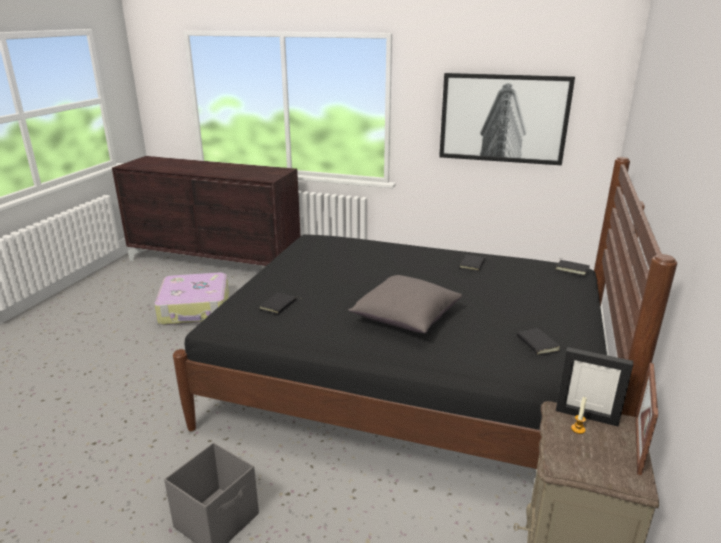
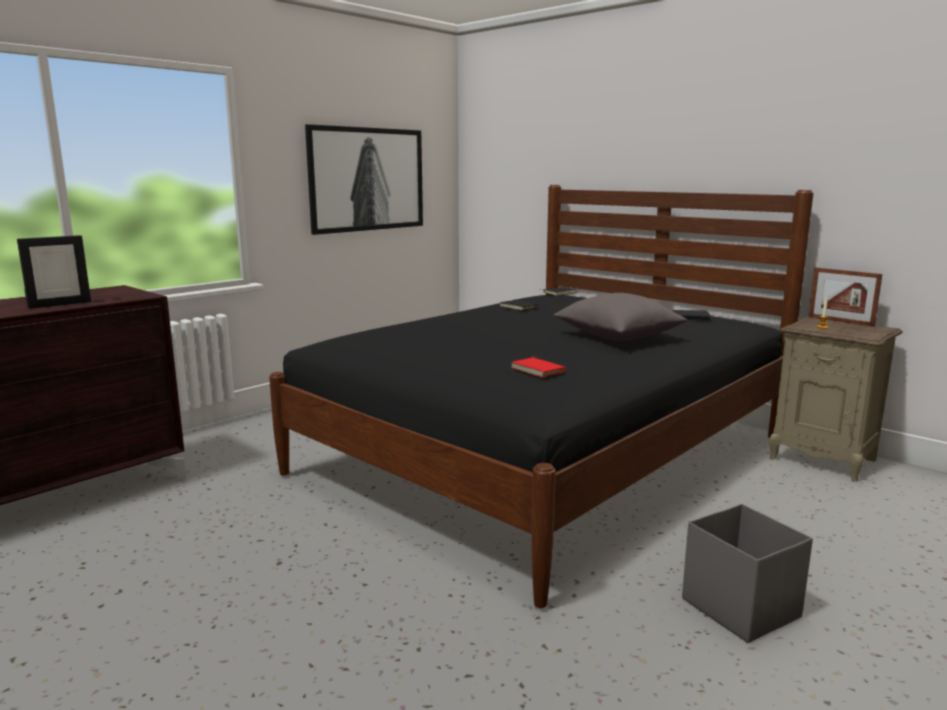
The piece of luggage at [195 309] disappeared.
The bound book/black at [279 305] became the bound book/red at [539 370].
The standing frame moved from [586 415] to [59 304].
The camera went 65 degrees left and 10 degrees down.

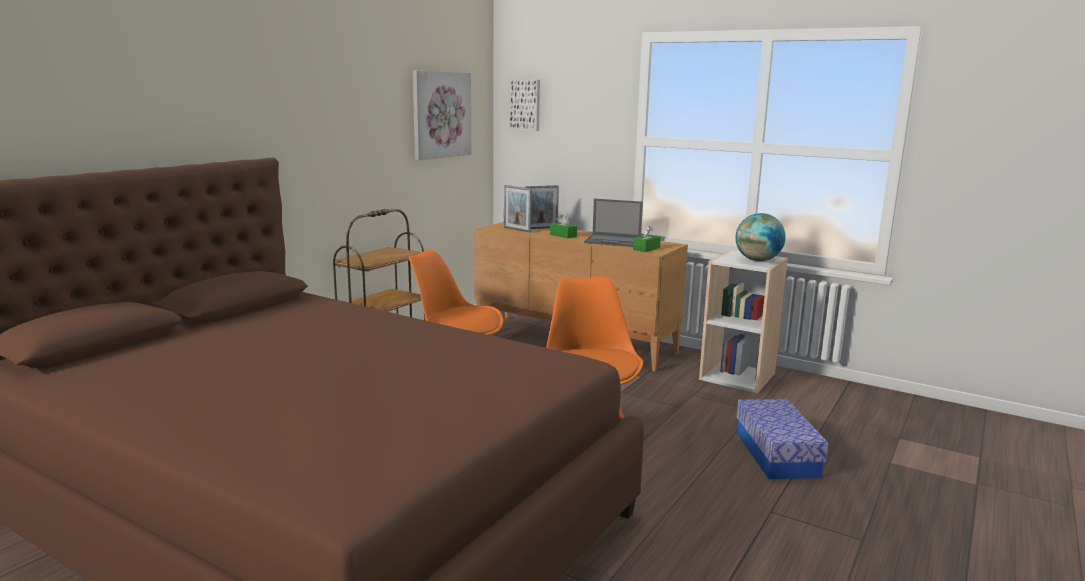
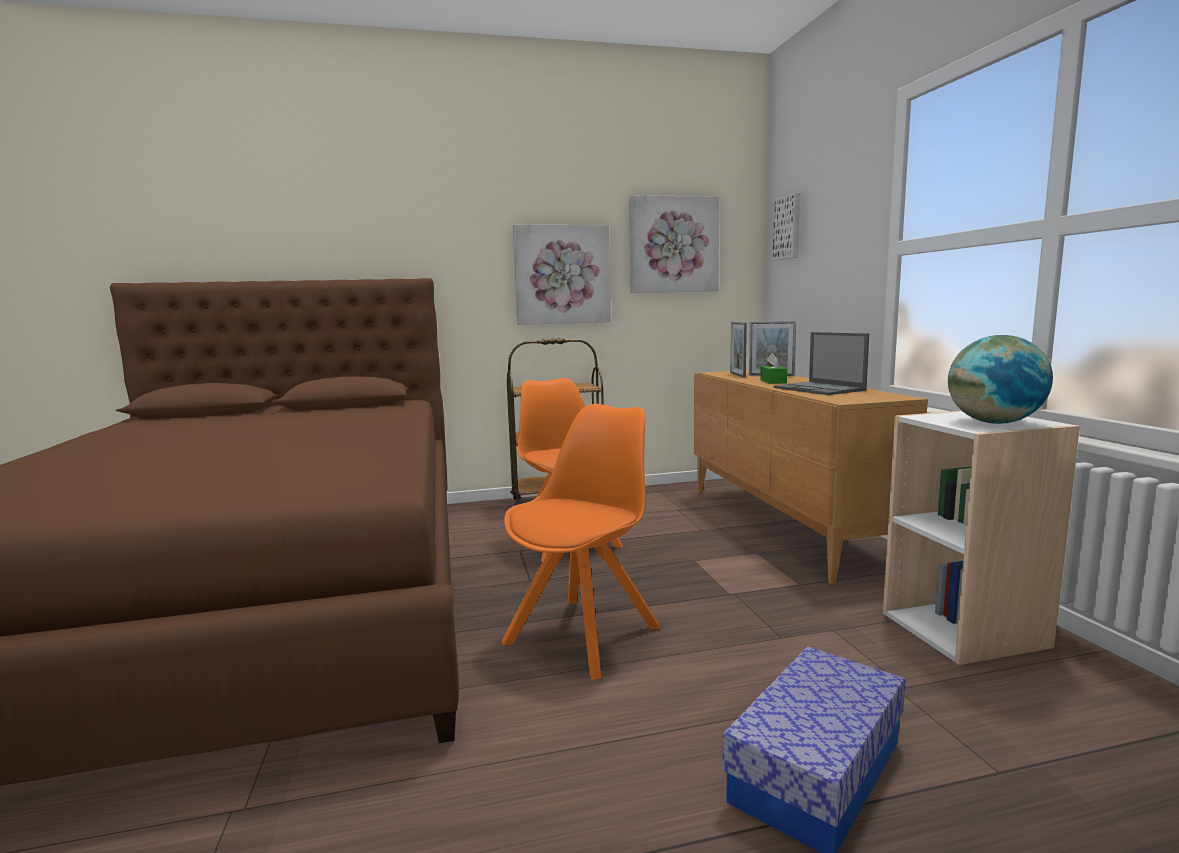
The tissue box/green at [646 249] disappeared.
The wall art at [562 275] appeared.
The camera went 45 degrees right and 5 degrees down.

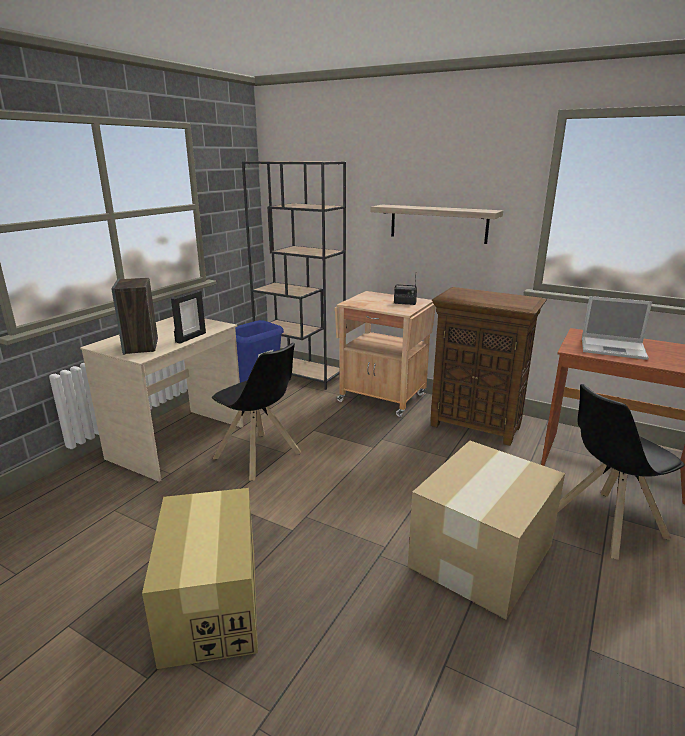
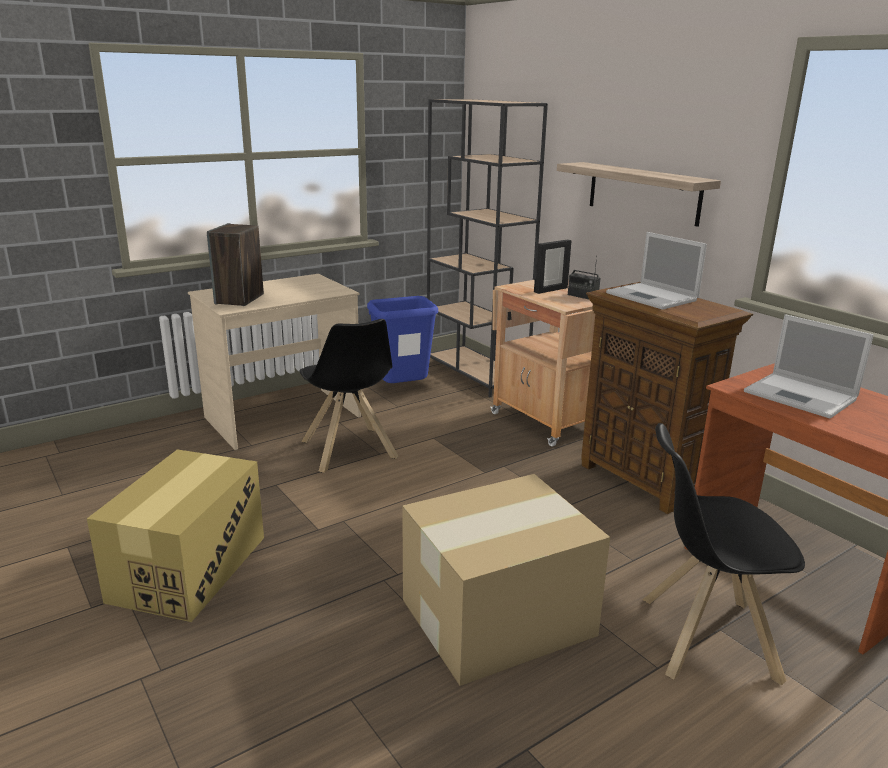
The standing frame moved from [191 337] to [550 290].
The notebook computer at [653 297] appeared.
The camera went 25 degrees right and 0 degrees up.

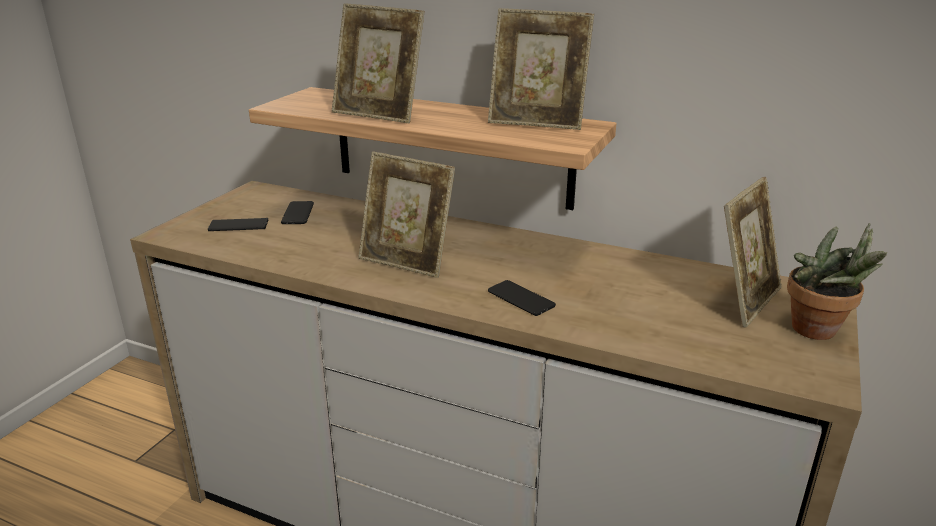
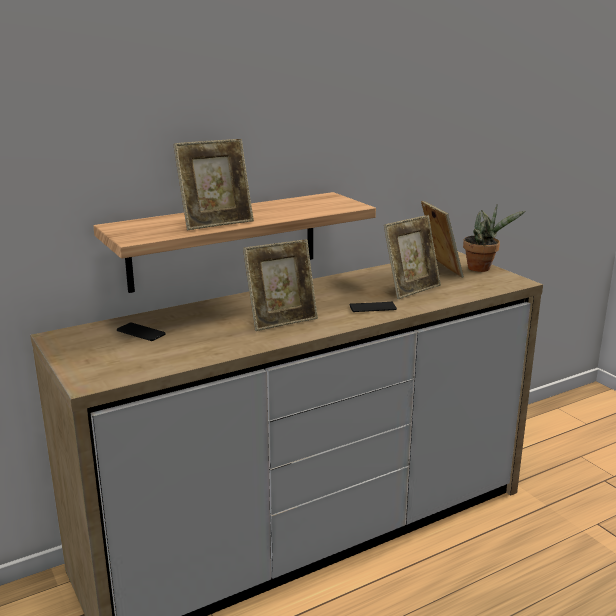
The phone at [238 225] disappeared.
The standing frame moved from [537 122] to [411 289].
The camera went 55 degrees left and 5 degrees down.

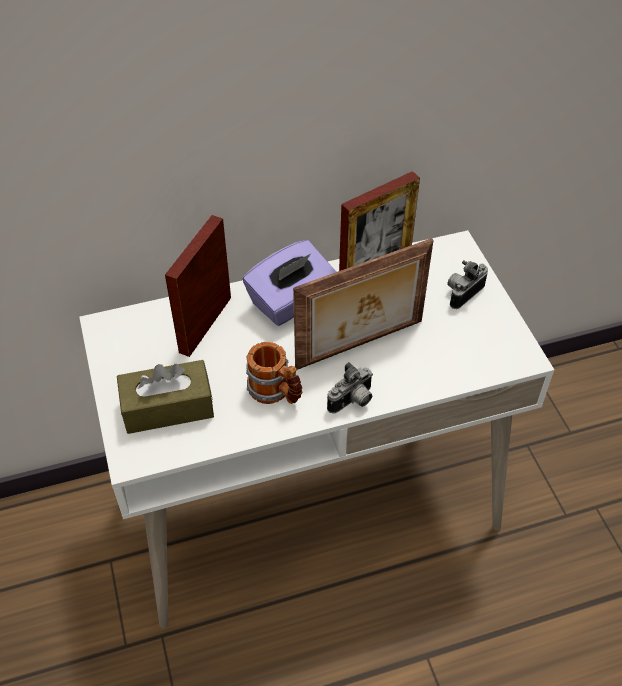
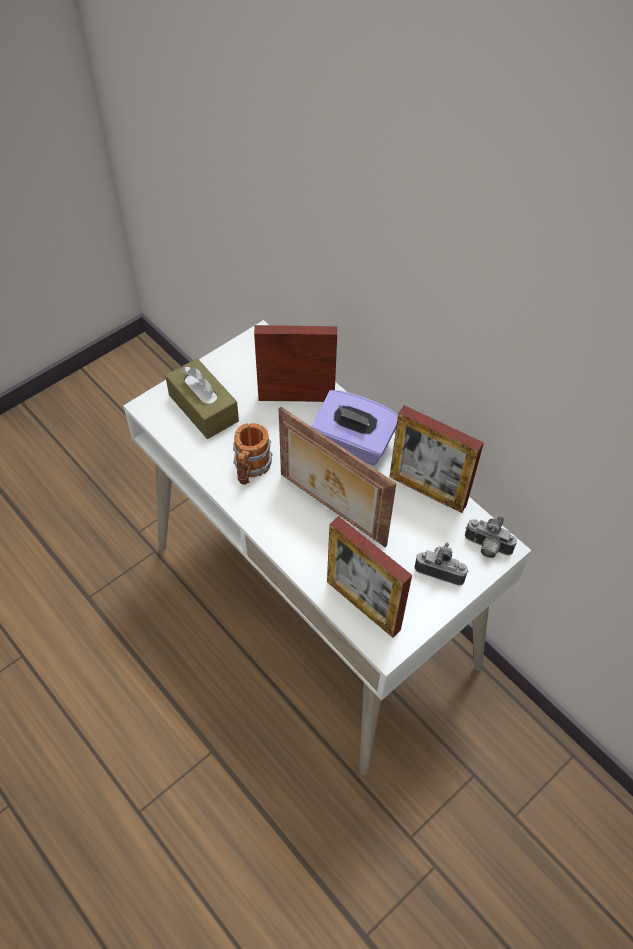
The photo camera moved from [353 402] to [486 548].
The standing frame at [363 605] appeared.
The camera went 65 degrees right and 5 degrees up.

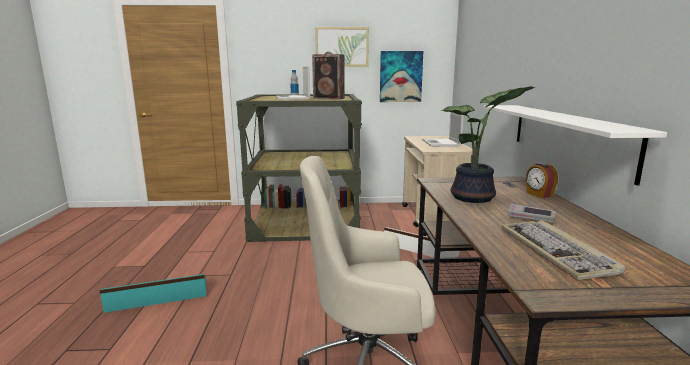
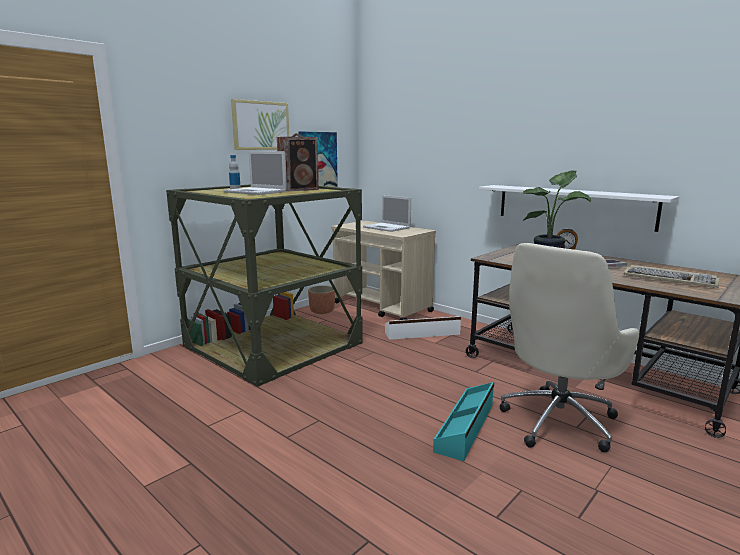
The storage box/turquoise-coloured moved from [157 298] to [466 427].
The planter at [322 311] appeared.
The camera went 45 degrees left and 0 degrees up.

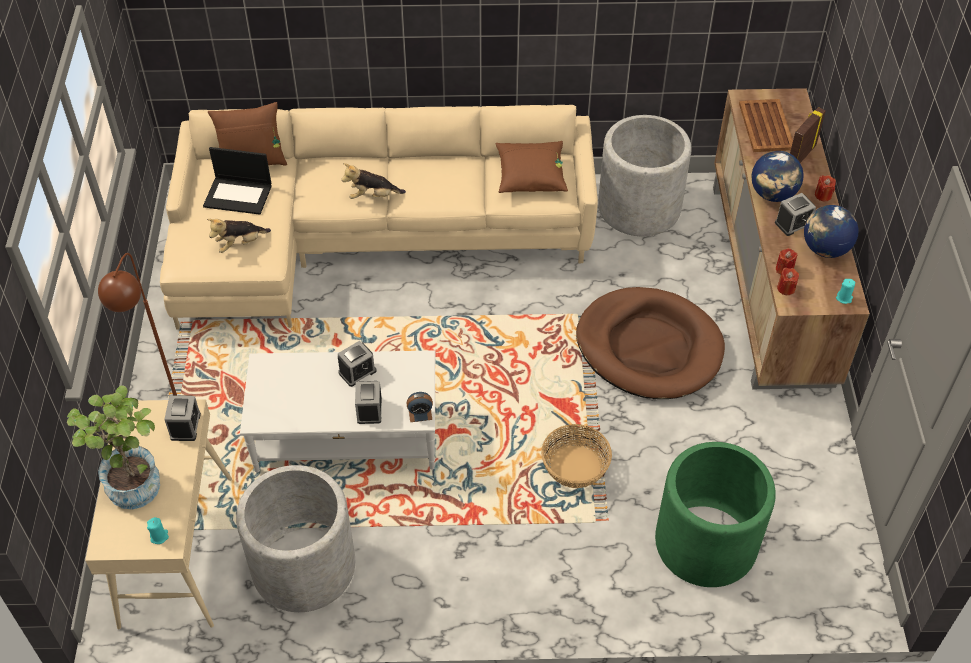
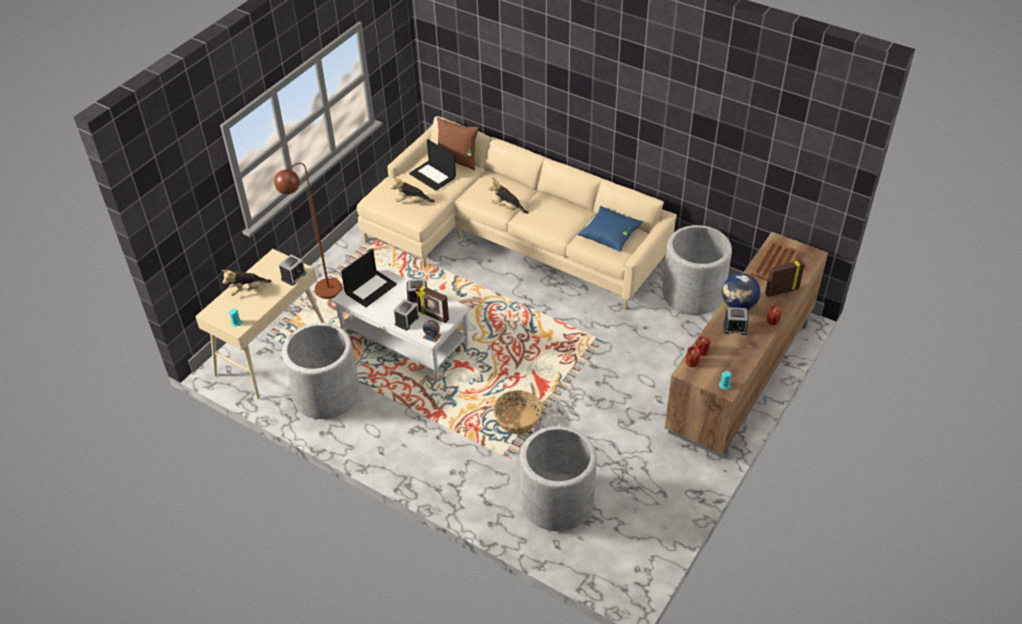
The plant in a pot at [133 480] was replaced by the plush toy at [247 290].
The cushion/brown-coloured at [530 176] became the cushion/bluish at [609 235].
The pet bed/brown-coloured at [649 347] disappeared.
The planter/green at [705 542] became the planter/greyish at [557 501].
The world globe at [825 249] disappeared.
The notebook computer at [370 288] appeared.
The standing frame at [433 316] appeared.
The camera went 35 degrees right and 5 degrees down.

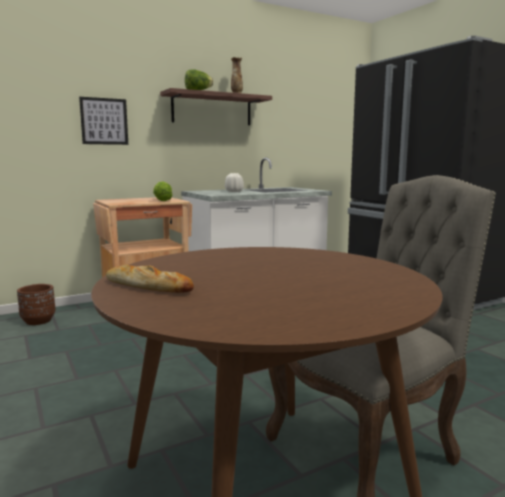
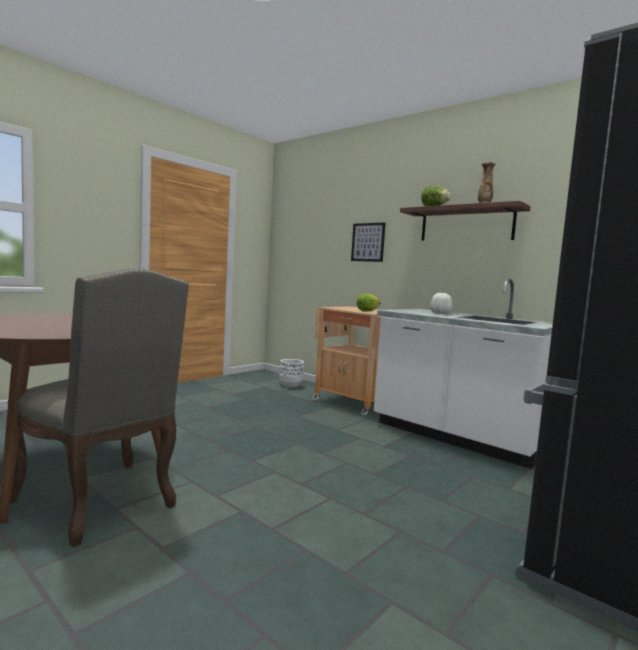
The planter/brown-coloured at [38 321] became the planter/whitish at [291 385].
The baked bread at [148 286] disappeared.
The camera went 70 degrees right and 5 degrees down.

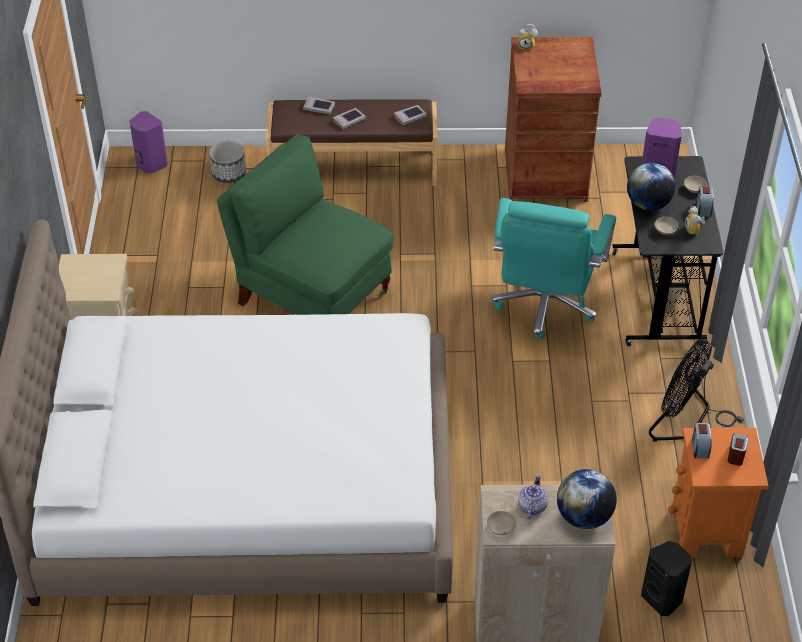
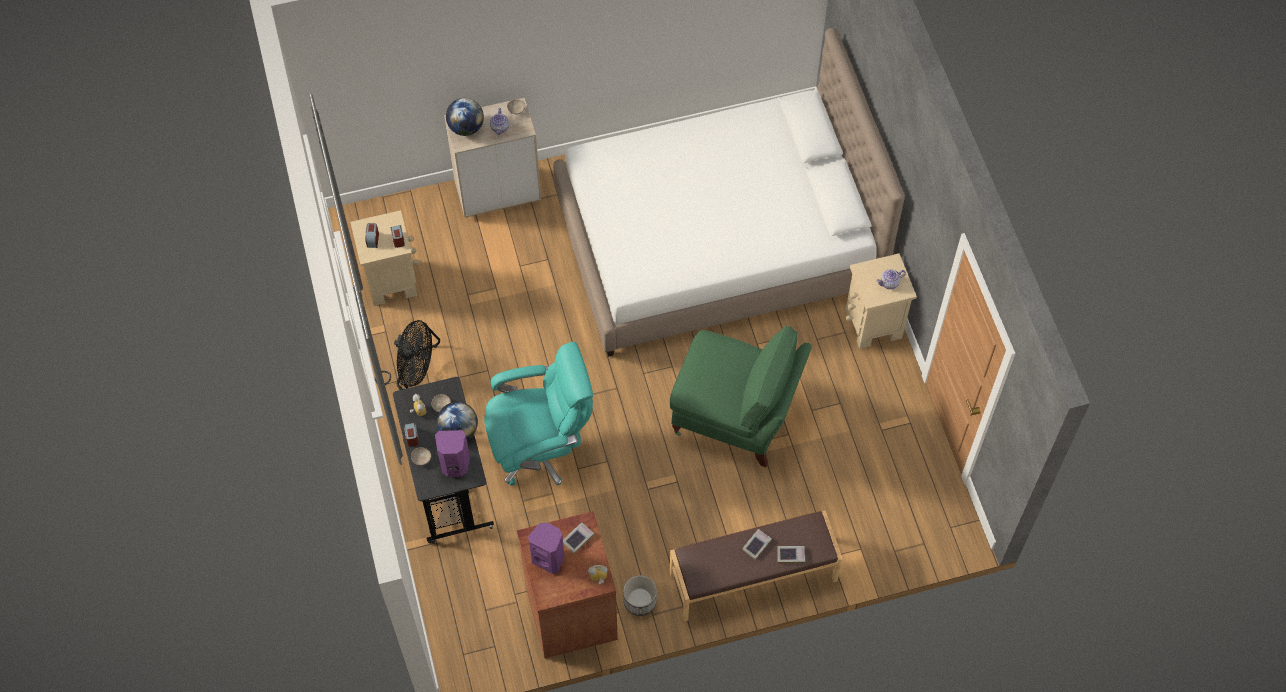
The speaker/purple moved from [150 164] to [549 558].
The planter moved from [229 173] to [639 600].
The bound book moved from [410 117] to [578 538].
The computer chair/turquoise-coloured at [544 309] turned 75 degrees clockwise.
The speaker/black at [662 598] disappeared.
The bedside table/orange at [705 532] became the bedside table/sand-coloured at [392 281].
The teapot at [889 283] appeared.
The camera went 165 degrees right and 15 degrees up.

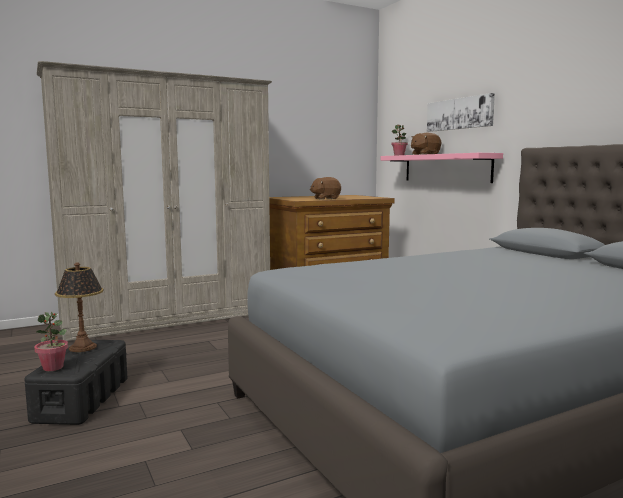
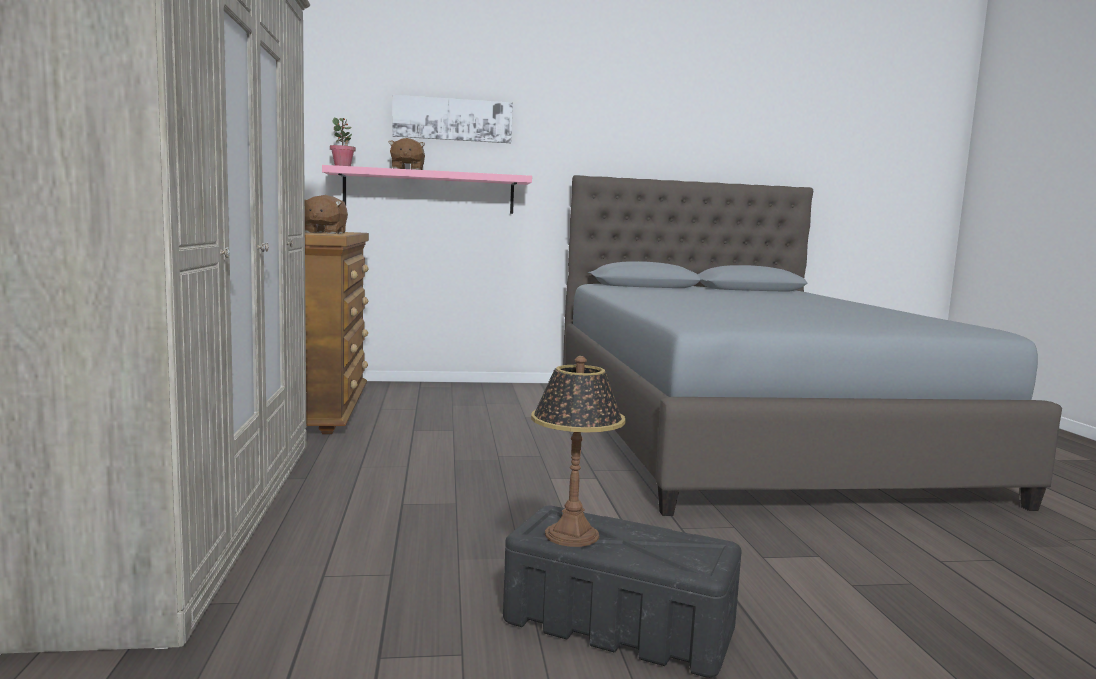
The plant in a pot at [53 367] disappeared.
The camera went 70 degrees left and 0 degrees up.

